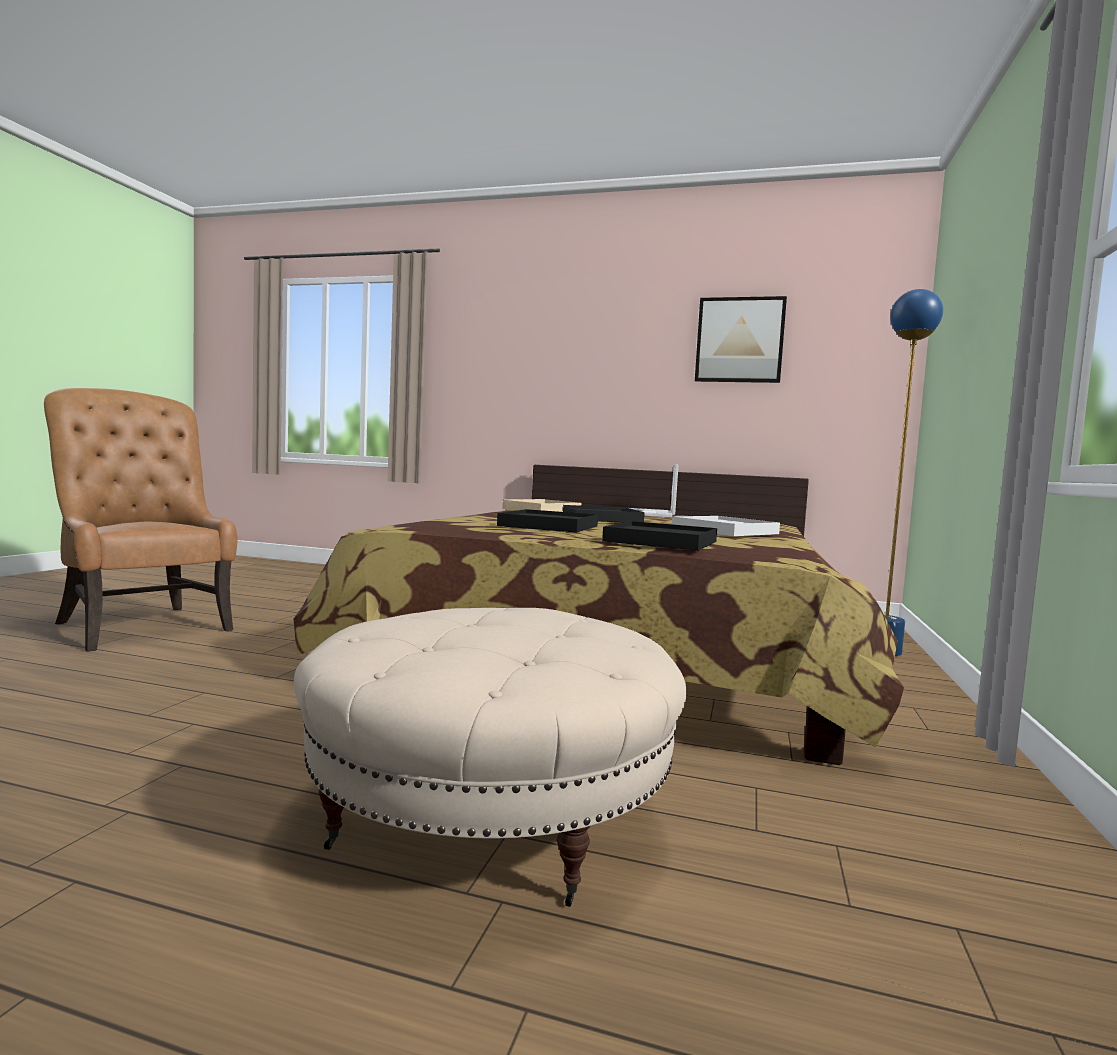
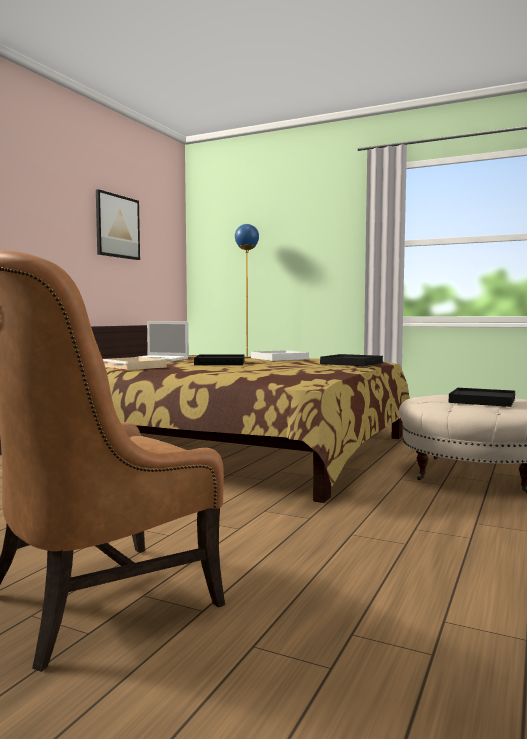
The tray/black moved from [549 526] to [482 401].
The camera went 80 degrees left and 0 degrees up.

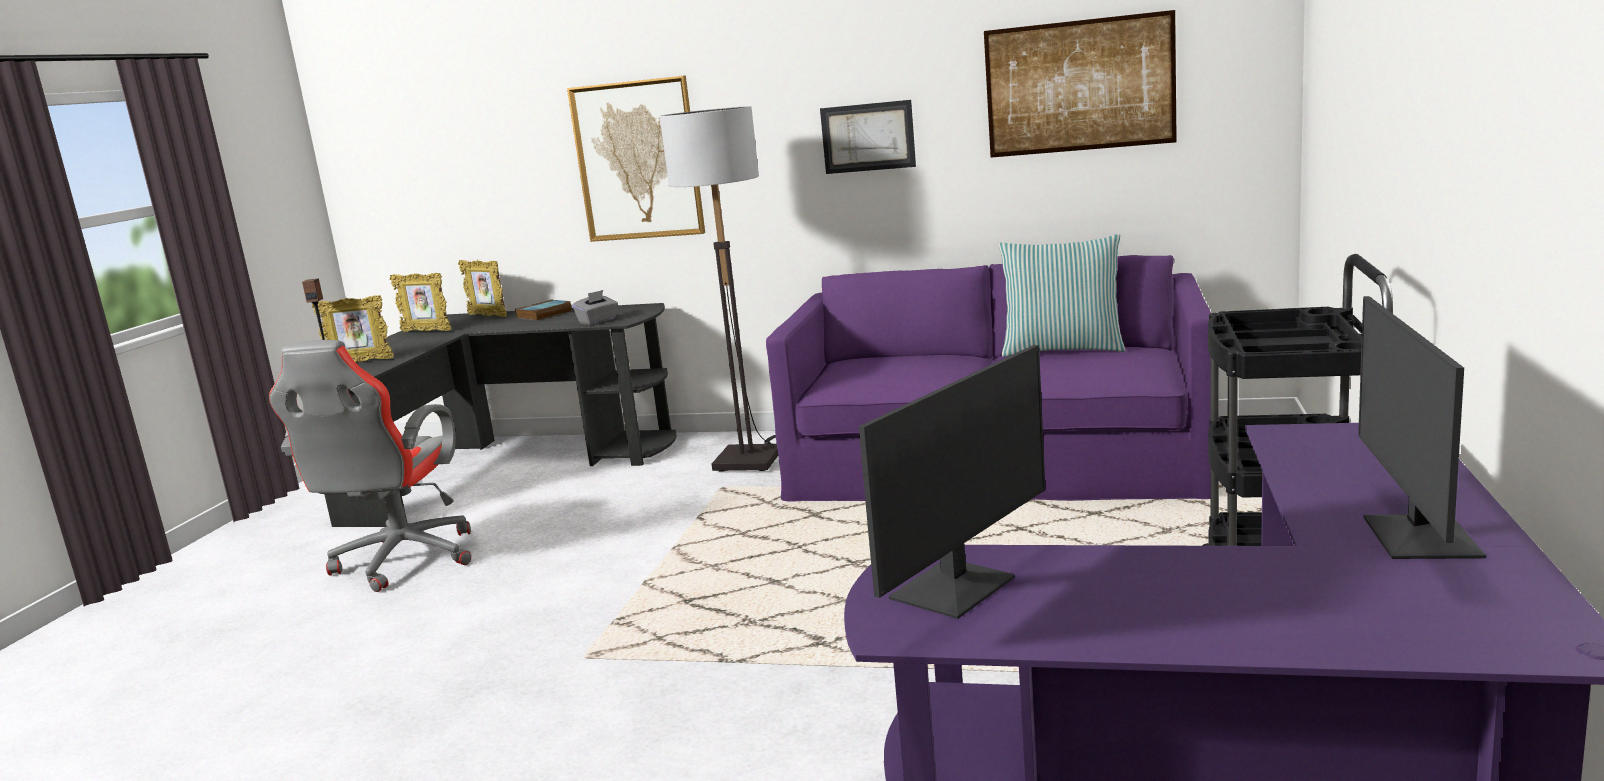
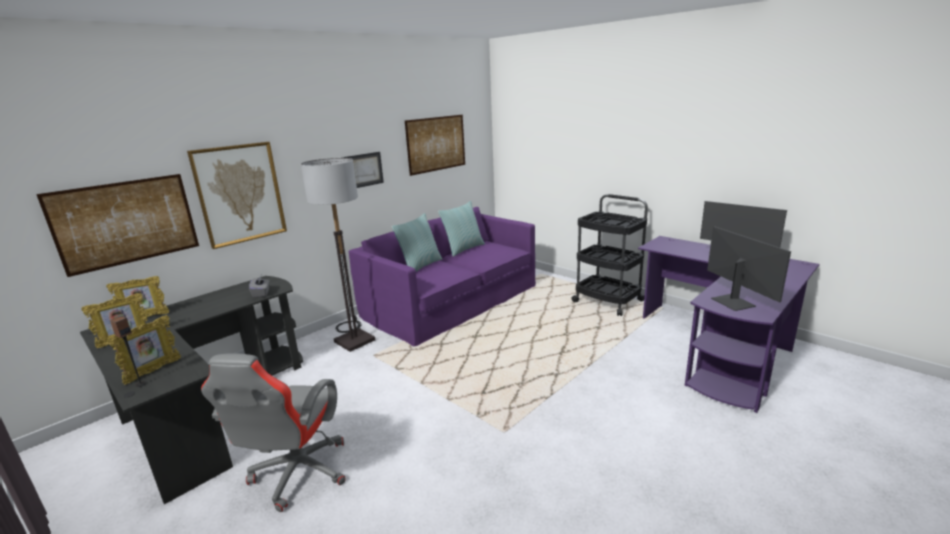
The computer chair/greyish at [399 565] turned 60 degrees clockwise.
The bound book at [544 314] disappeared.
The wall art at [126 222] appeared.
The cushion at [420 266] appeared.
The camera went 60 degrees left and 5 degrees up.

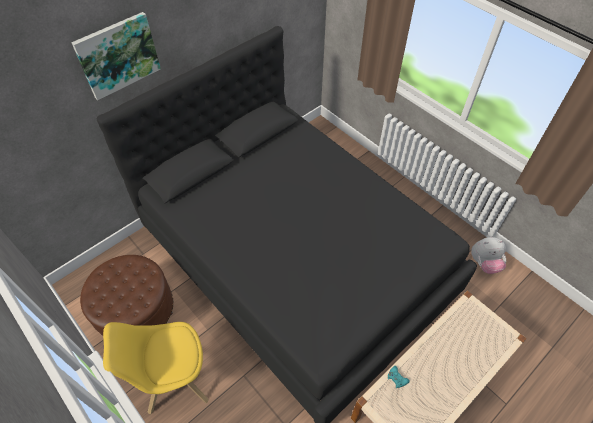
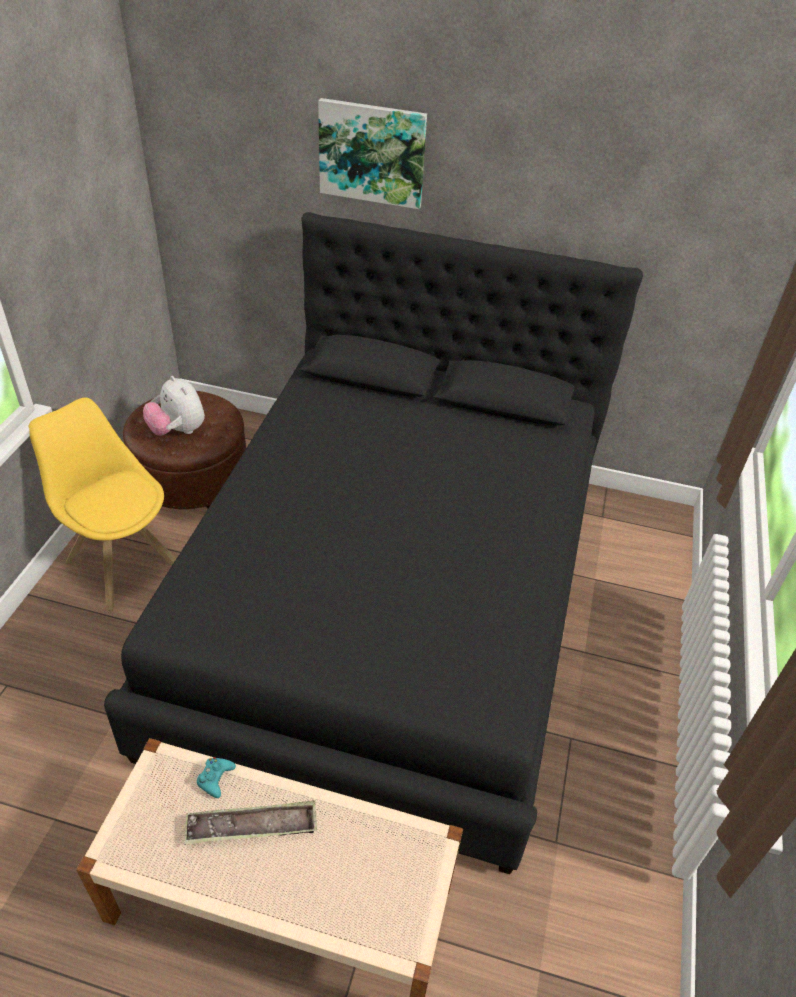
The plush toy moved from [484 263] to [178 431].
The tray at [252 827] appeared.
The camera went 55 degrees right and 10 degrees down.

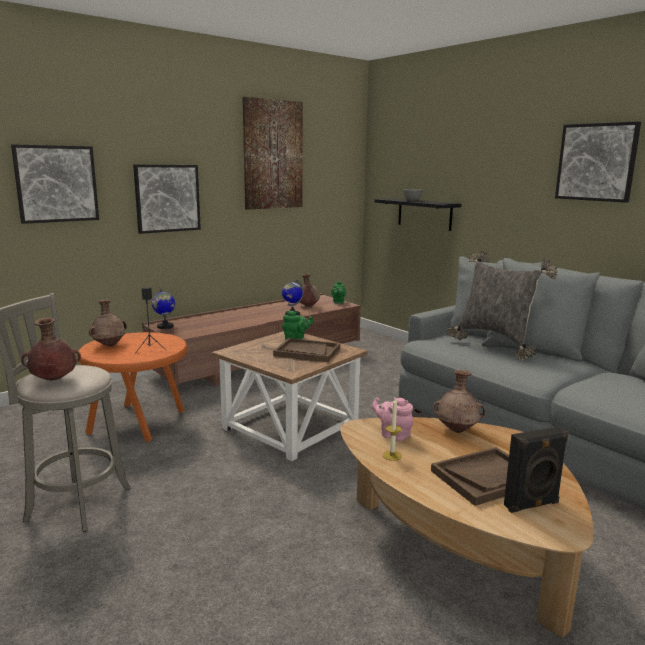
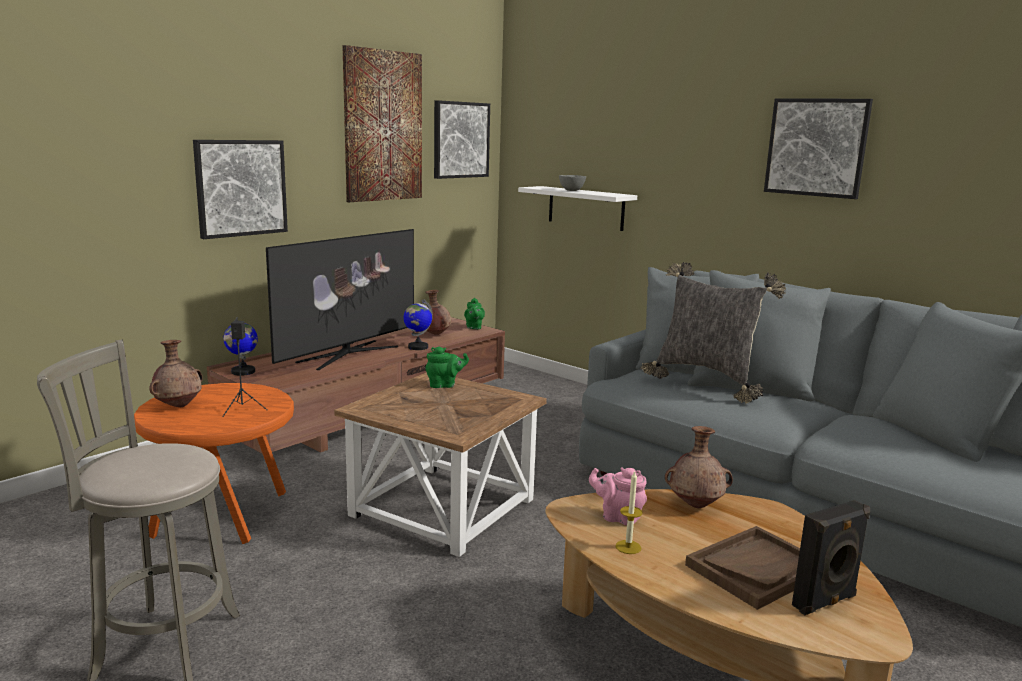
The wall art moved from [56 184] to [460 140].
The vase/brown-coloured at [53 380] disappeared.
The tray/brown-coloured at [307 352] disappeared.
The wall shelf/black at [424 214] became the wall shelf/whitish at [586 208].
The TV at [347 354] appeared.
The camera went 10 degrees left and 0 degrees up.

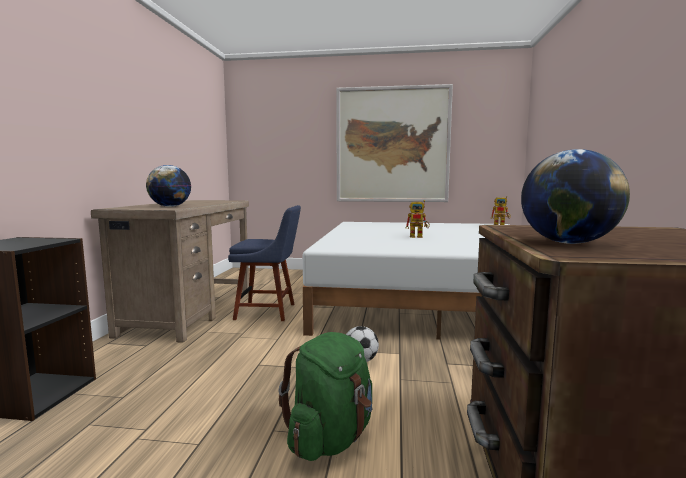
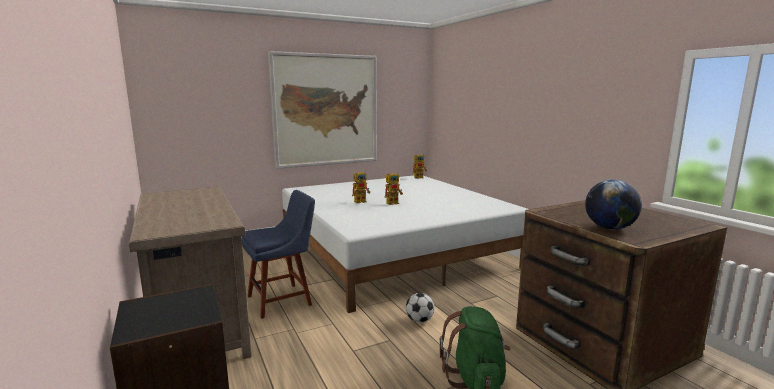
The world globe at [170 206] disappeared.
The toy robot at [362 201] appeared.
The camera went 35 degrees left and 5 degrees up.

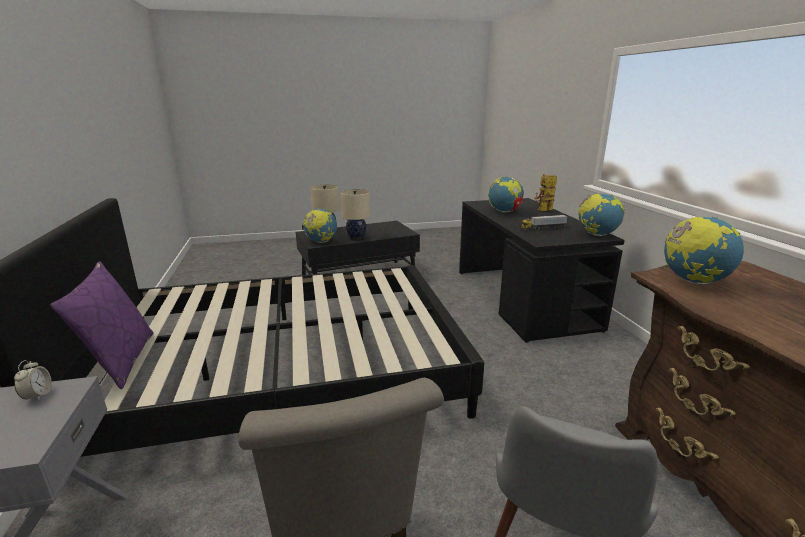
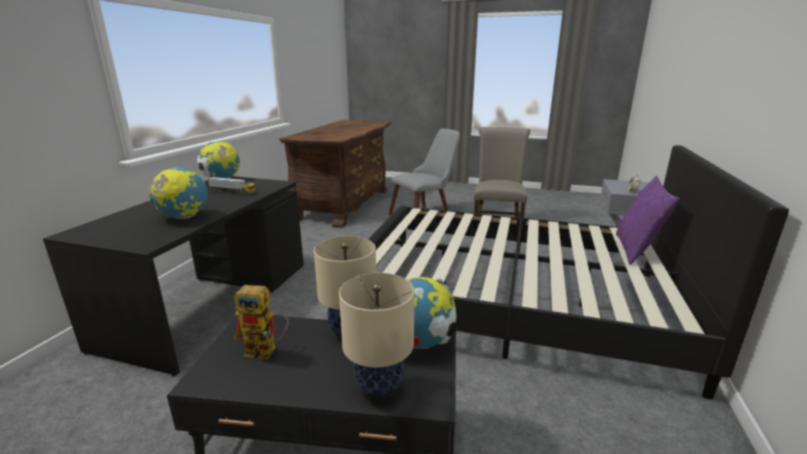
The toy robot moved from [543 210] to [267 350].
The world globe at [693 281] disappeared.
The camera went 150 degrees left and 0 degrees up.

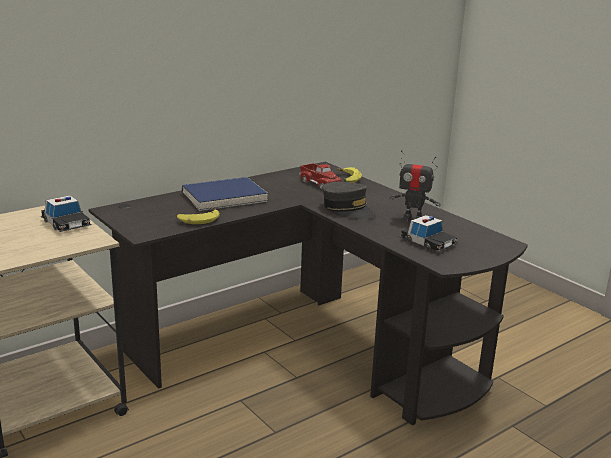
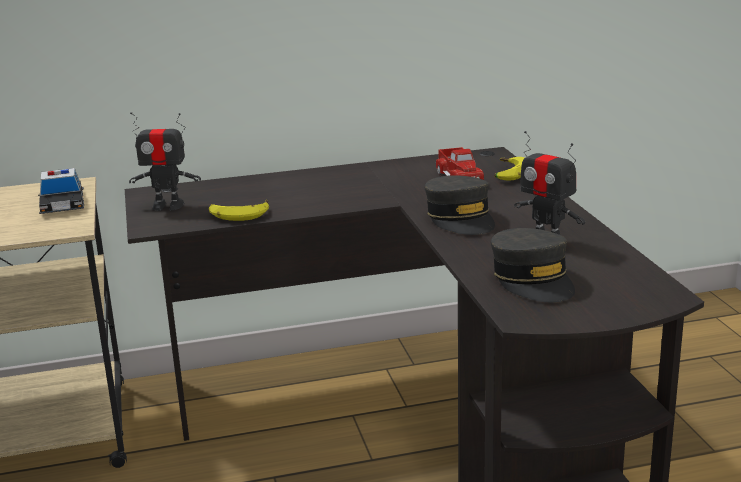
The bound book/bluish at [224 197] disappeared.
The toy car at [428 242] was replaced by the peaked cap/greyish at [533 280].
The toy robot at [167 206] appeared.
The camera went 25 degrees right and 0 degrees up.

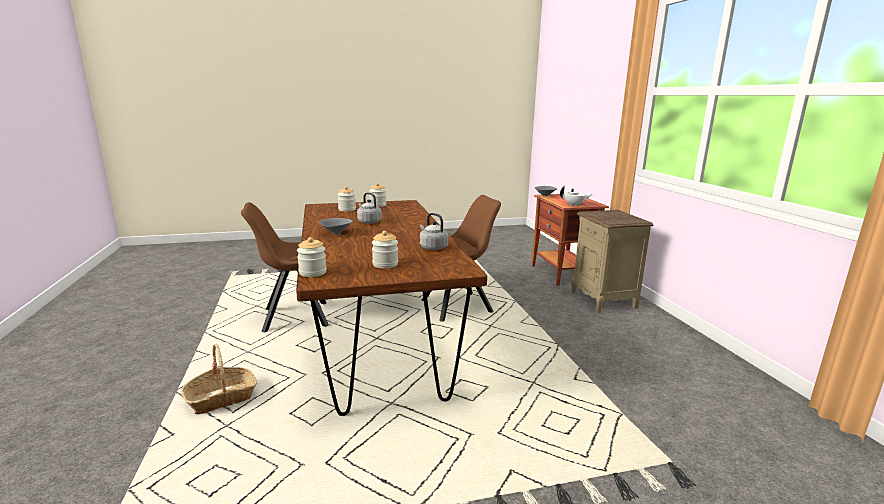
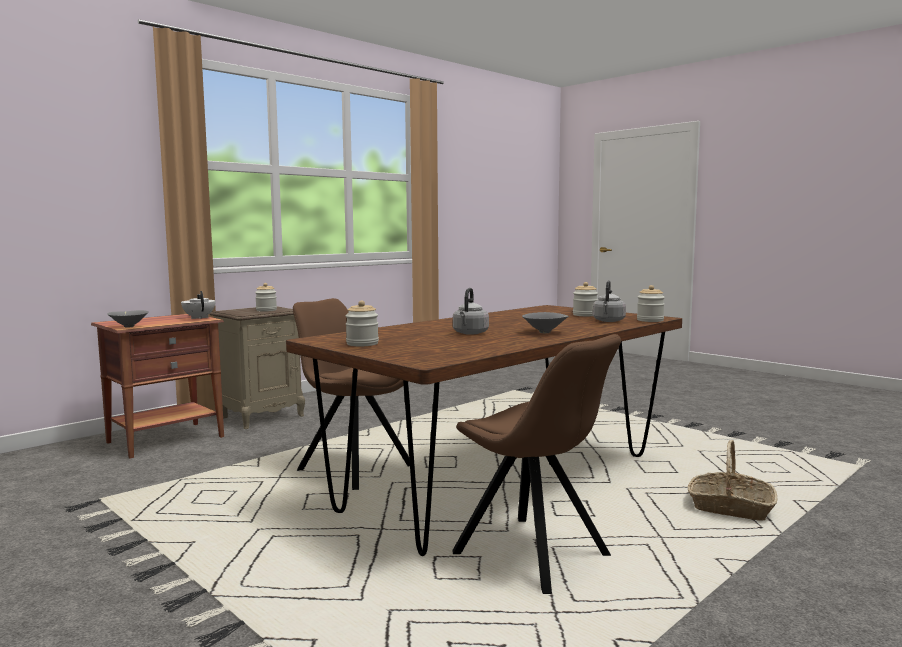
The storage jar moved from [347 209] to [266 310].
The water kettle/greyish moved from [432 247] to [608 321].
The camera went 120 degrees left and 10 degrees down.

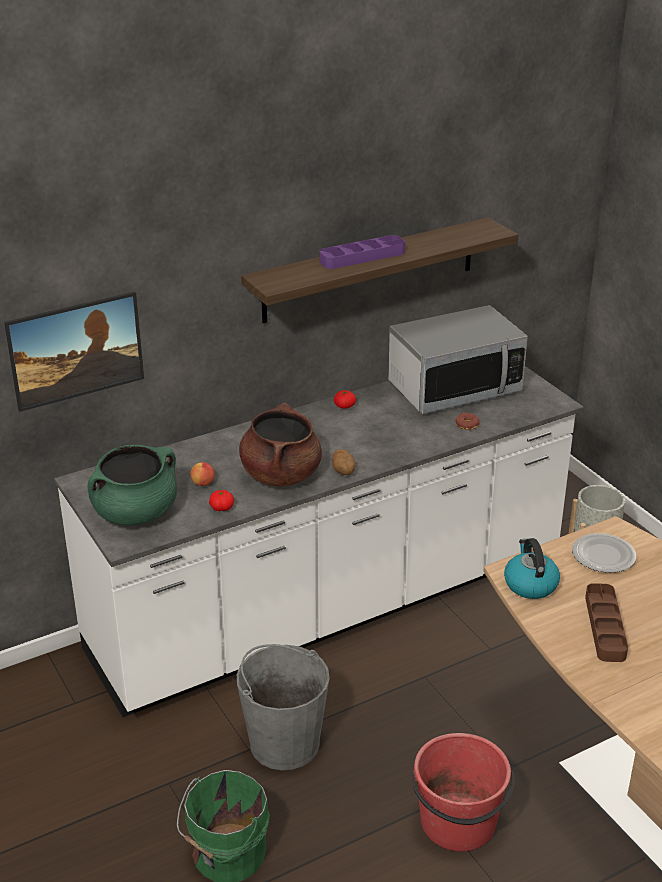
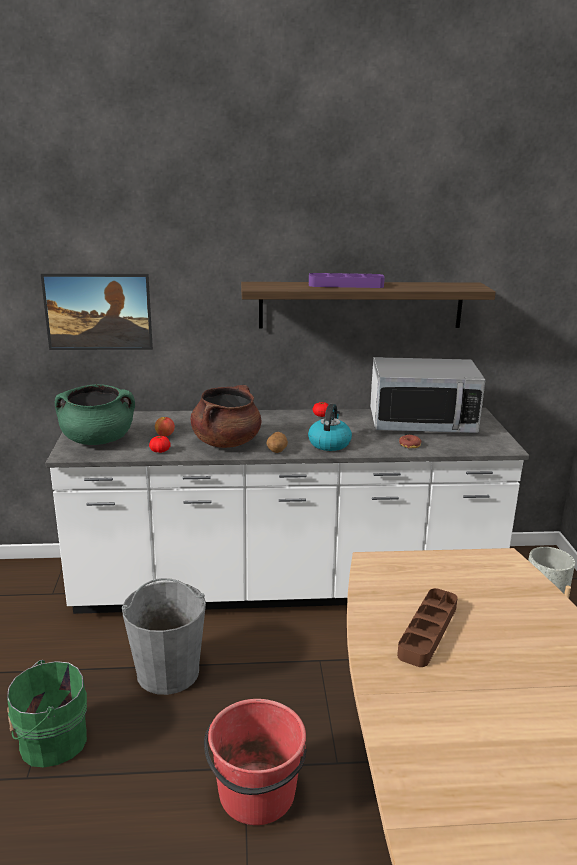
The water kettle moved from [530 584] to [329 443].
The plate at [602 555] disappeared.
The camera went 25 degrees right and 10 degrees down.

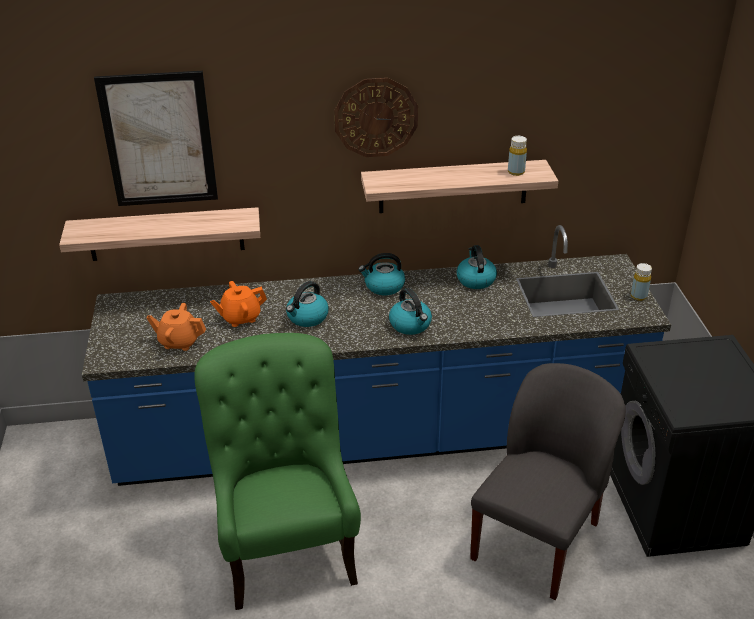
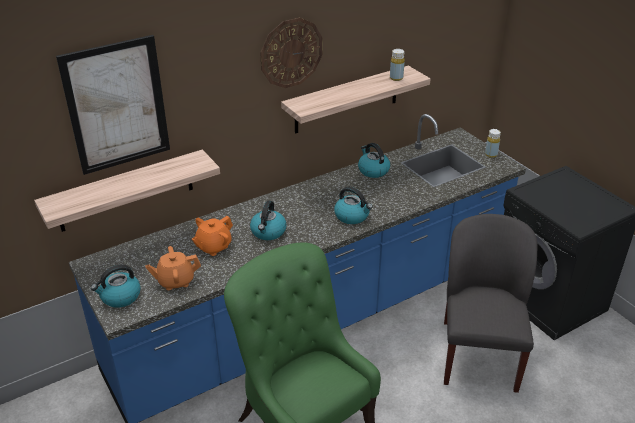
The water kettle moved from [383 286] to [120 297].
The camera went 25 degrees left and 0 degrees up.

